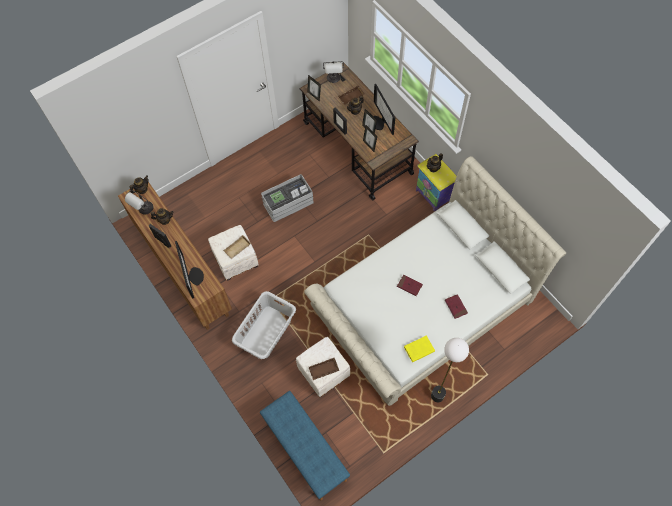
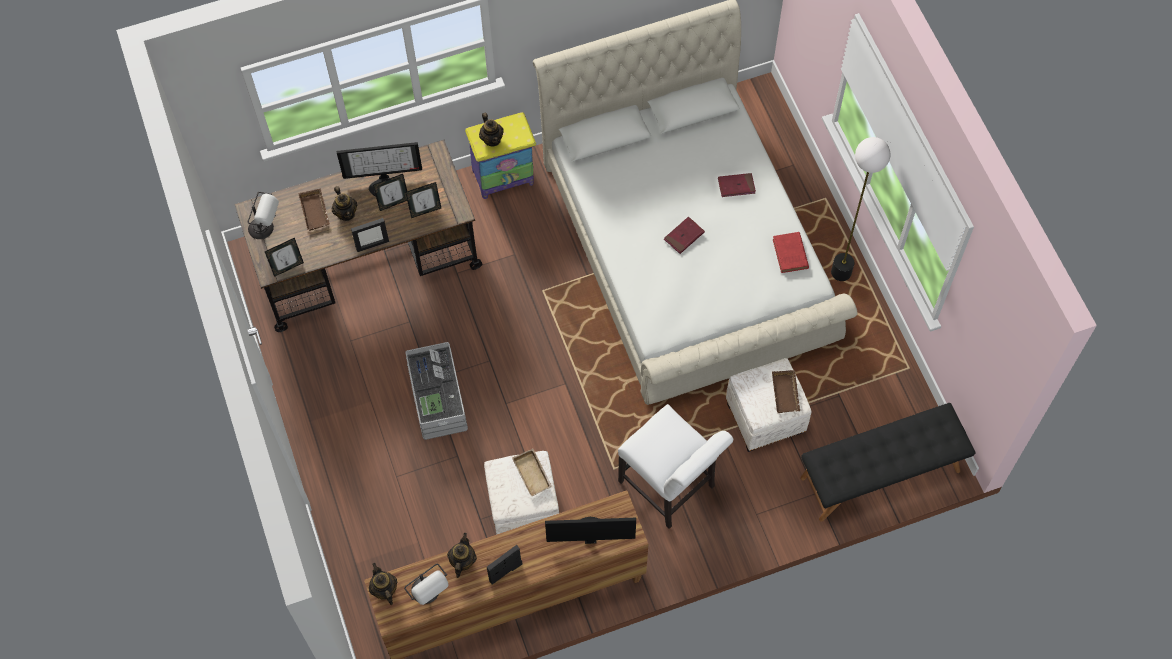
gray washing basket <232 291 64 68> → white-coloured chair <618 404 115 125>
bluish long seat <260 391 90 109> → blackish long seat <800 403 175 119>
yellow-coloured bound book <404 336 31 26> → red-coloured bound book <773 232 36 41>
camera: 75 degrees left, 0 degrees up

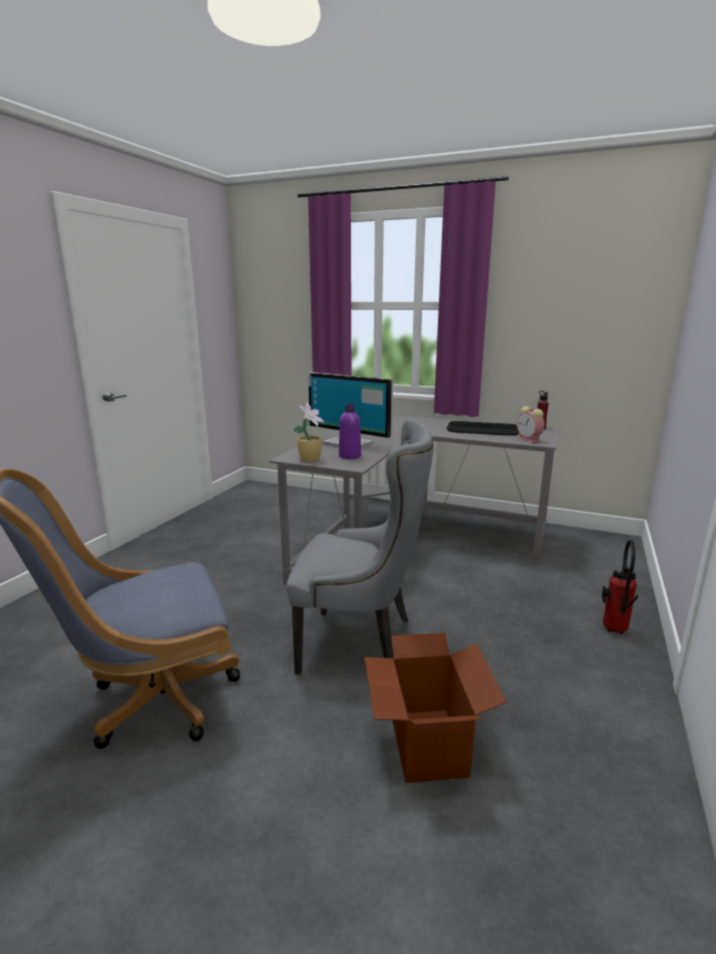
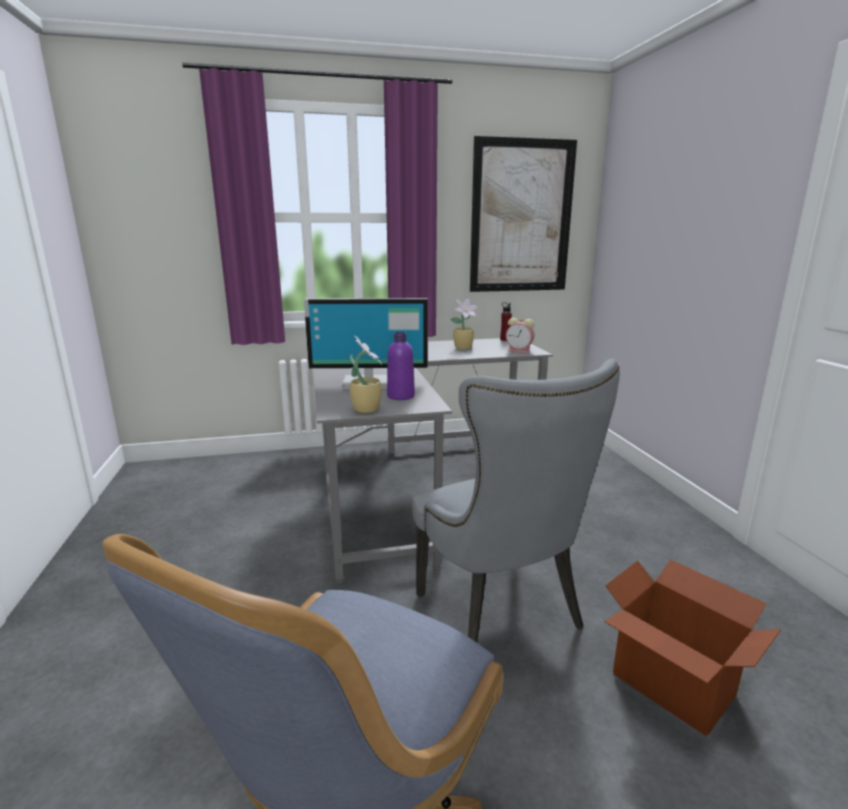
gray chair <287 418 147 257> → gray chair <412 359 208 283>, 90 degrees clockwise
PC keyboard <446 421 73 15> → plant in a pot <450 299 28 51>
fire extinguisher <602 540 36 94> → -
- → picture <470 136 107 156>
camera: 35 degrees left, 0 degrees up

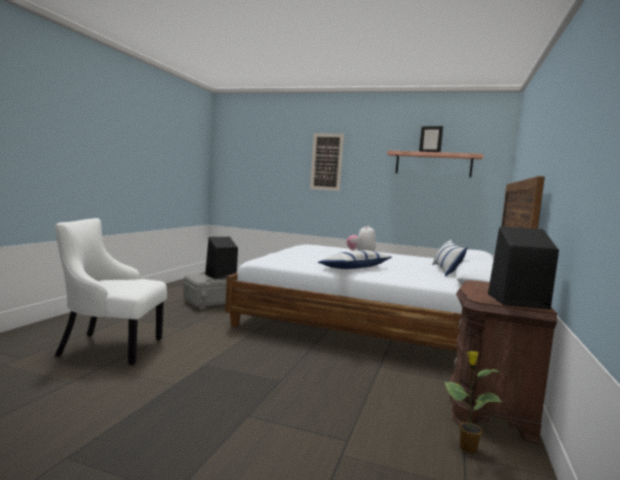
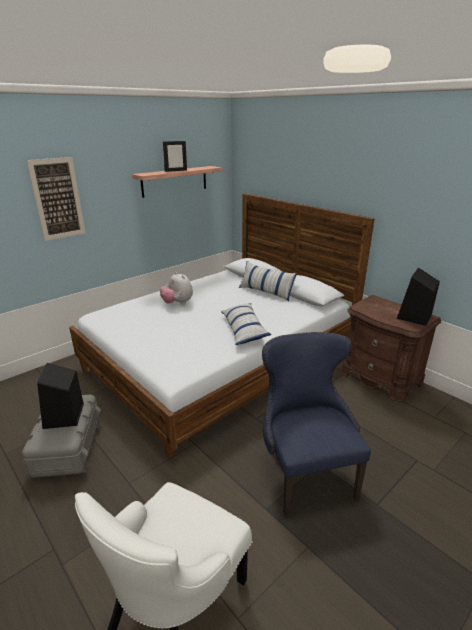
plant in a pot <445 351 57 102> → -
- → bluish chair <262 332 109 184>
camera: 60 degrees left, 20 degrees up

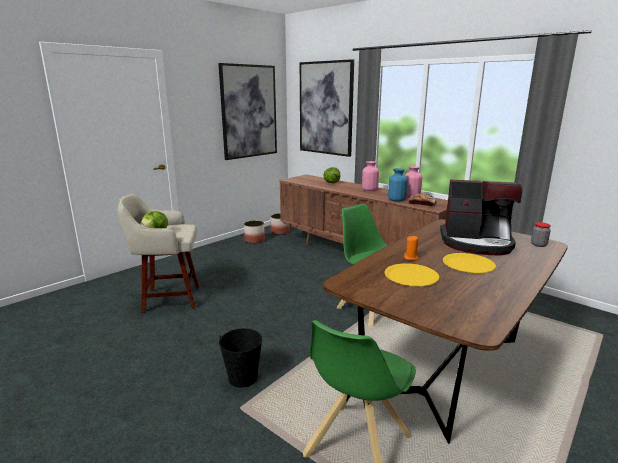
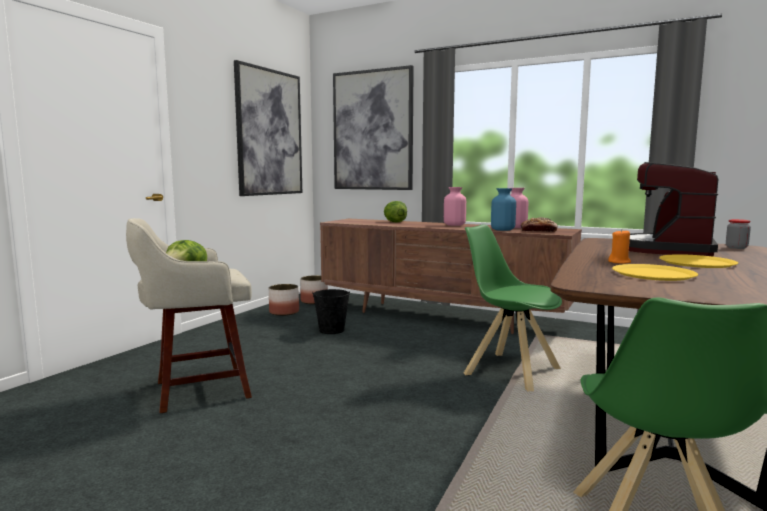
blackish water bucket <219 328 43 60> → blackish water bucket <313 289 37 45>, move
coffee machine <440 180 82 75> → coffee machine <629 162 89 95>, 120 degrees clockwise
camera: 15 degrees left, 10 degrees down

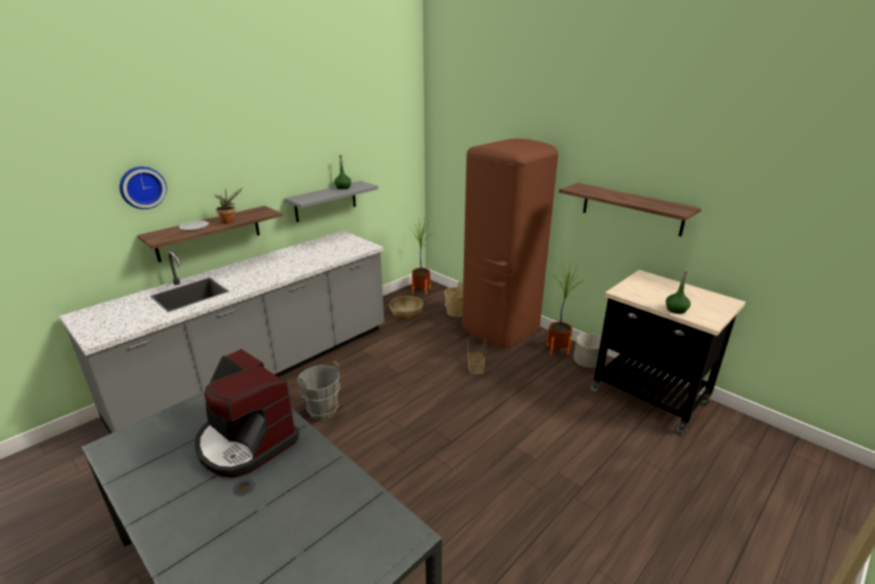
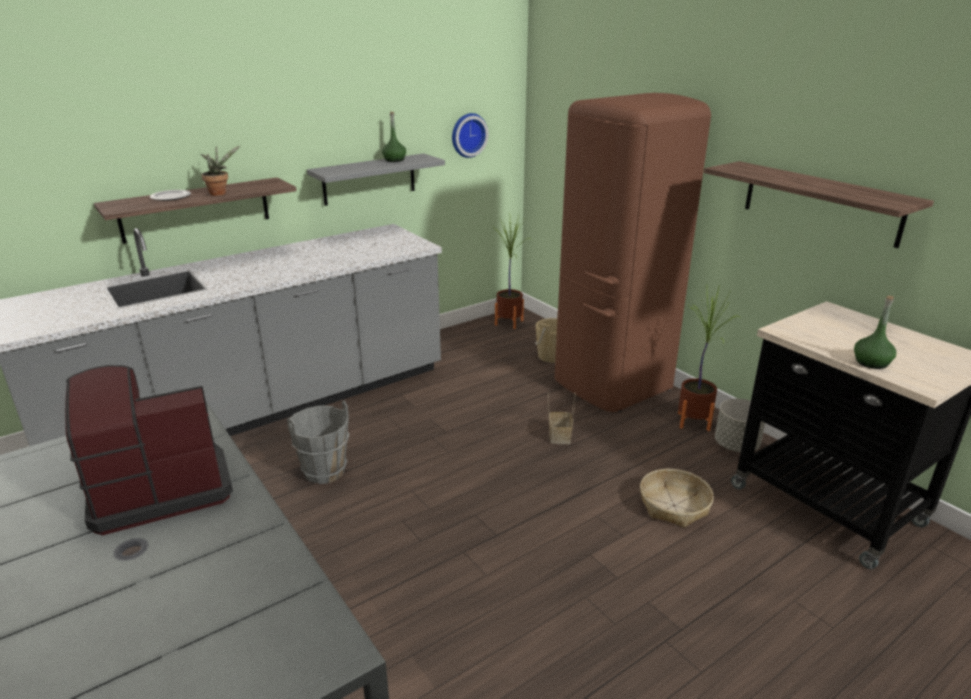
wall clock <120 167 47 42> → wall clock <452 113 36 45>, move
coffee machine <195 349 104 129> → coffee machine <65 365 168 170>, 105 degrees clockwise
household basket <389 296 34 23> → household basket <640 469 74 59>, move
camera: 10 degrees right, 0 degrees up

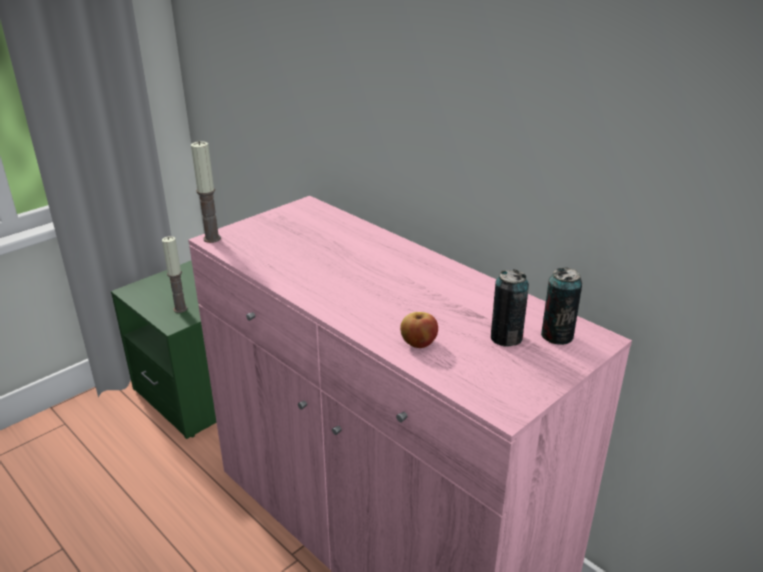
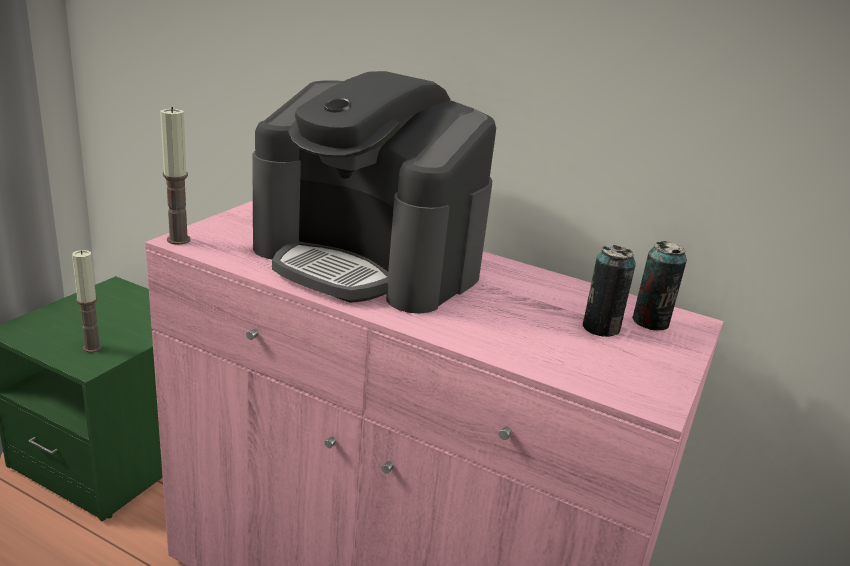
apple fruit <400 312 38 36> → -
- → coffee machine <252 71 244 243>
camera: 20 degrees left, 5 degrees down

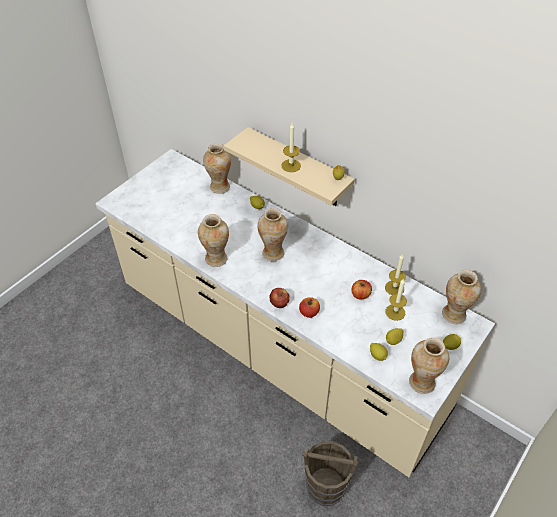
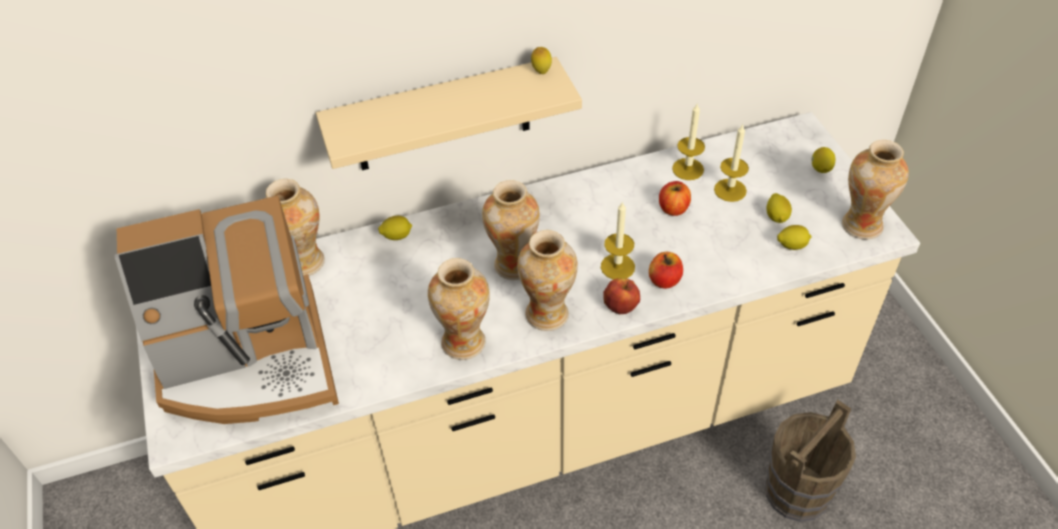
wax candle <282 123 19 49> → wax candle <601 201 34 79>, move
decorative vase <442 270 39 54> → decorative vase <517 230 61 101>, move
- → coffee machine <115 196 224 228>
camera: 55 degrees left, 0 degrees up

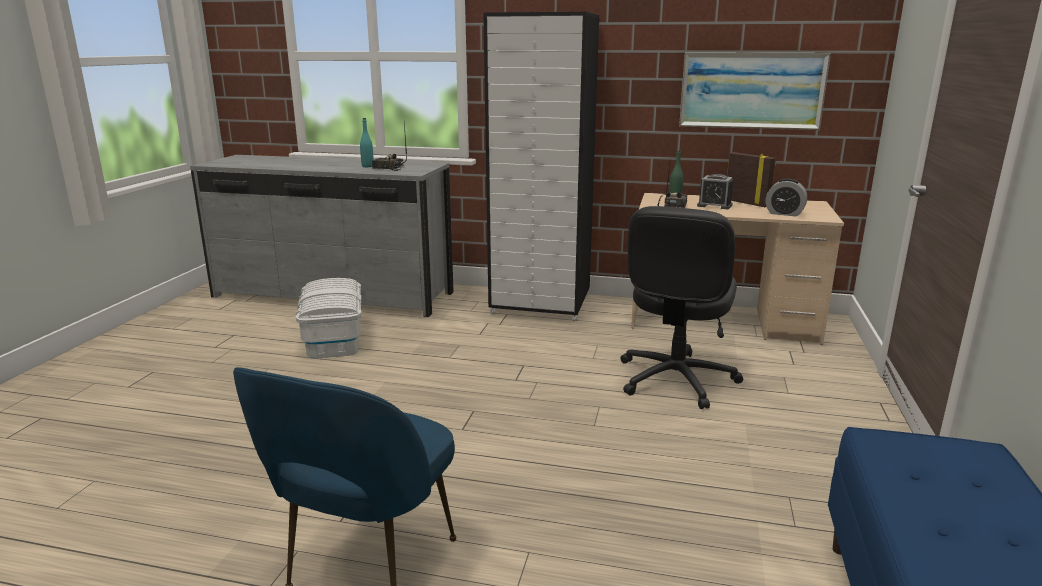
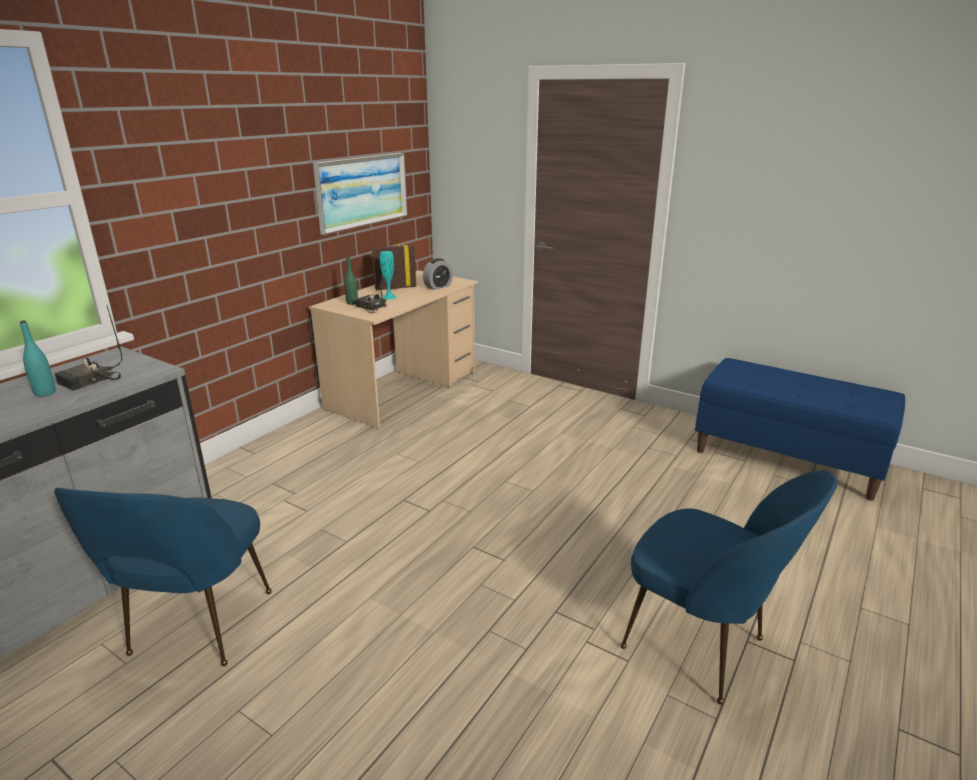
white-coloured storage container <295 278 67 80> → bluish chair <54 488 218 178>
wardrobe <483 12 116 310> → -
blackish computer chair <620 206 123 203> → -
table clock <697 174 37 35> → turquoise-coloured decorative vase <380 251 17 49>
camera: 70 degrees left, 5 degrees up

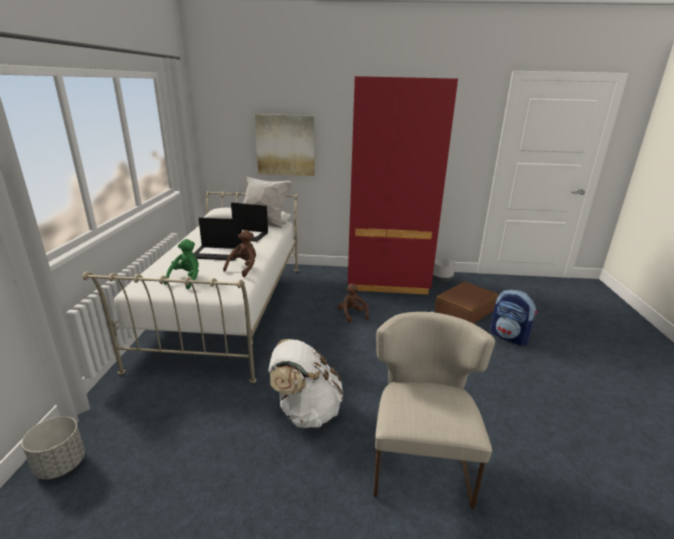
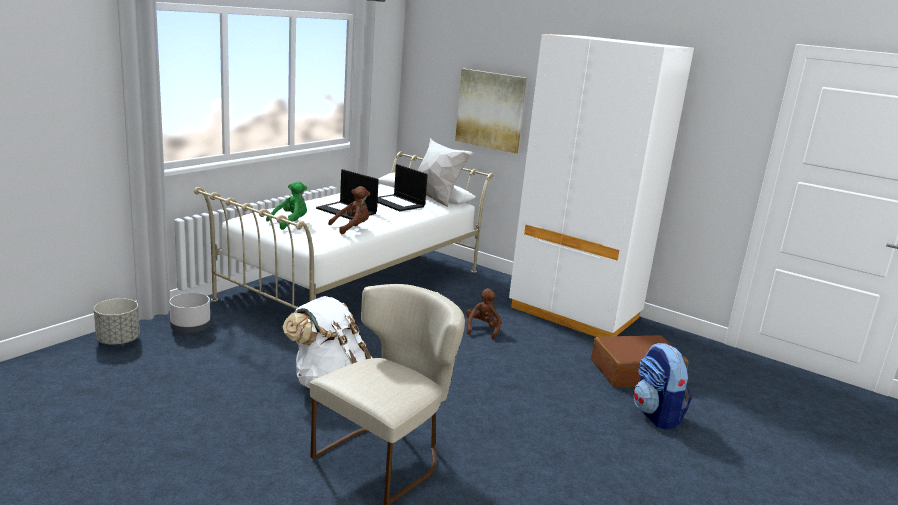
red-coloured wardrobe <348 76 110 219> → white-coloured wardrobe <509 34 185 303>
gray plant pot <433 258 23 24> → gray plant pot <169 293 42 41>, move
camera: 30 degrees right, 5 degrees down

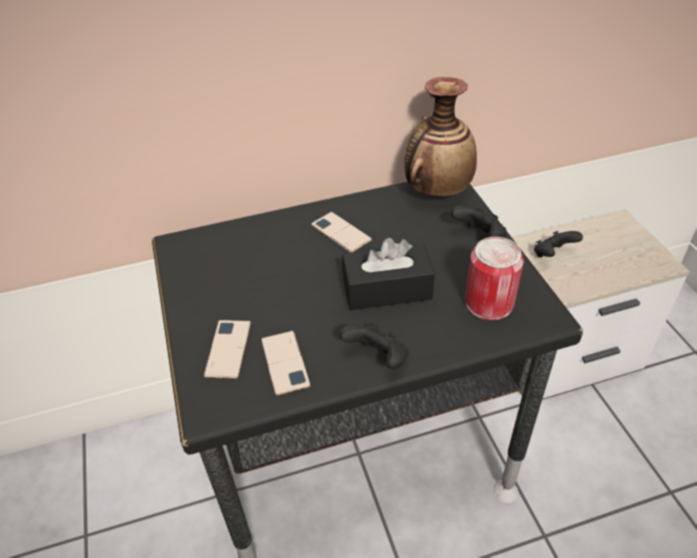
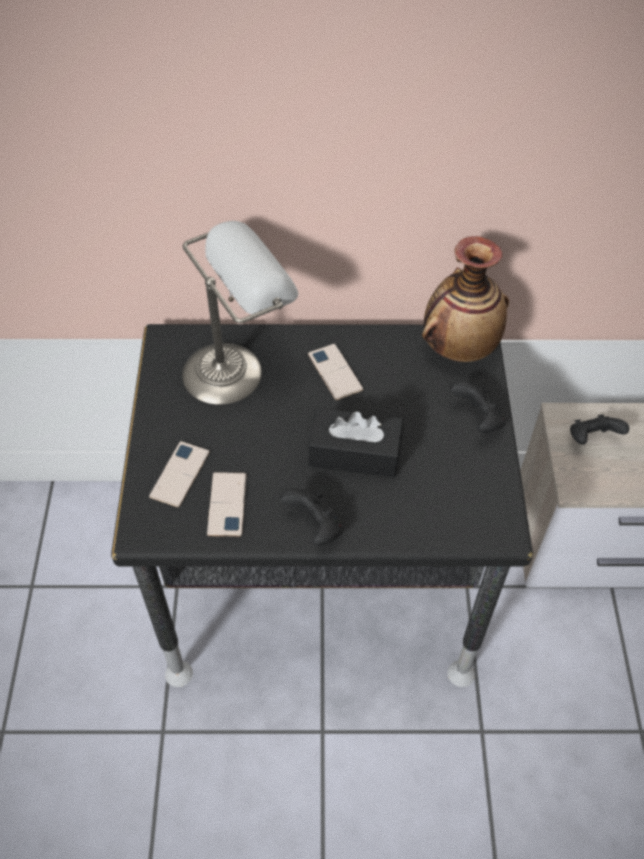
metal can <465 237 59 83> → -
- → white-coloured tabletop lamp <182 221 116 184>
camera: 15 degrees right, 10 degrees up

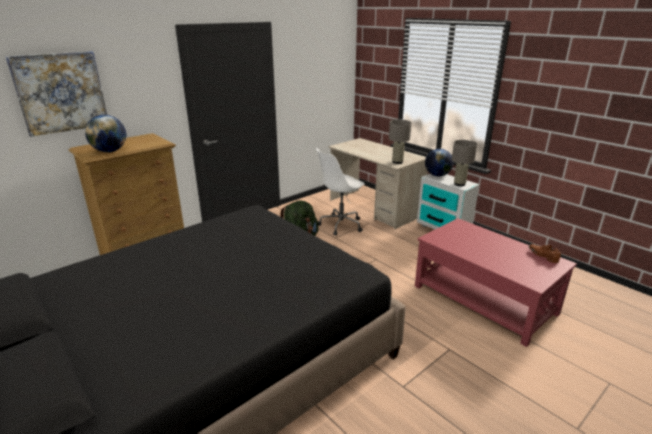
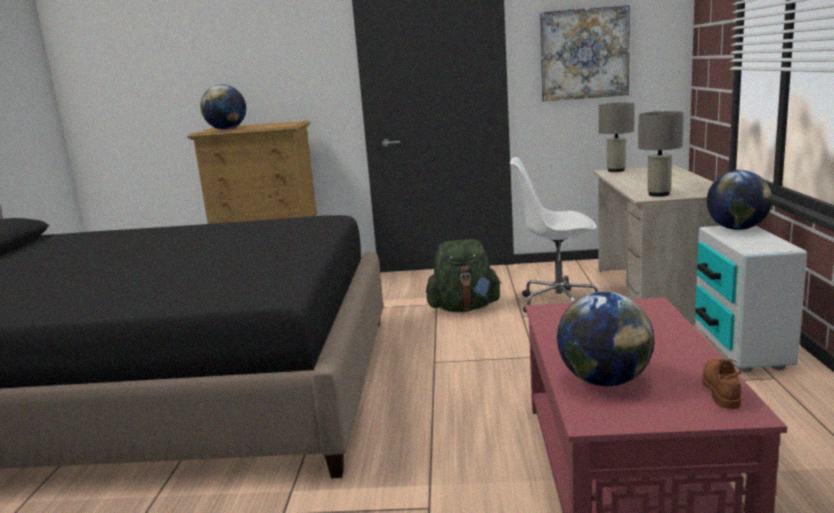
picture <5 51 102 86> → picture <540 4 90 98>, move
gray tabletop lamp <452 140 25 46> → gray tabletop lamp <599 102 36 70>, move
- → desk globe <557 292 98 94>
camera: 45 degrees right, 10 degrees down

